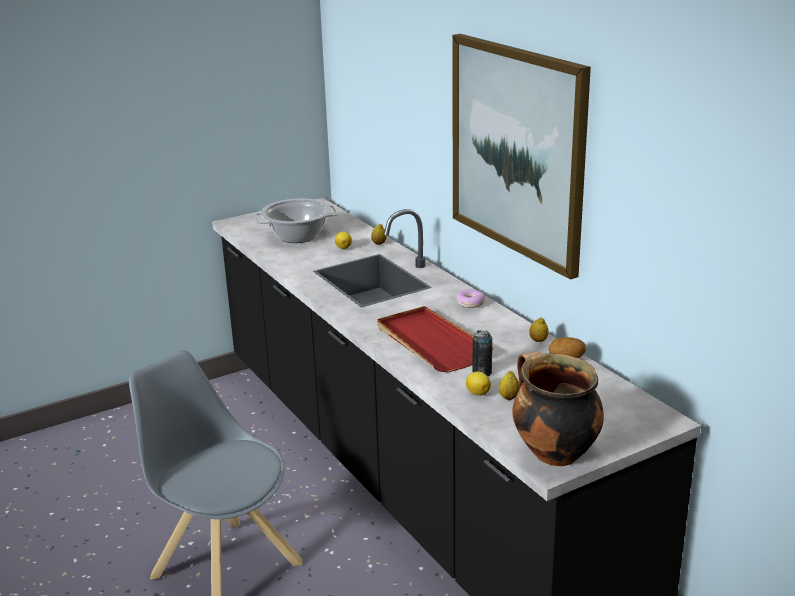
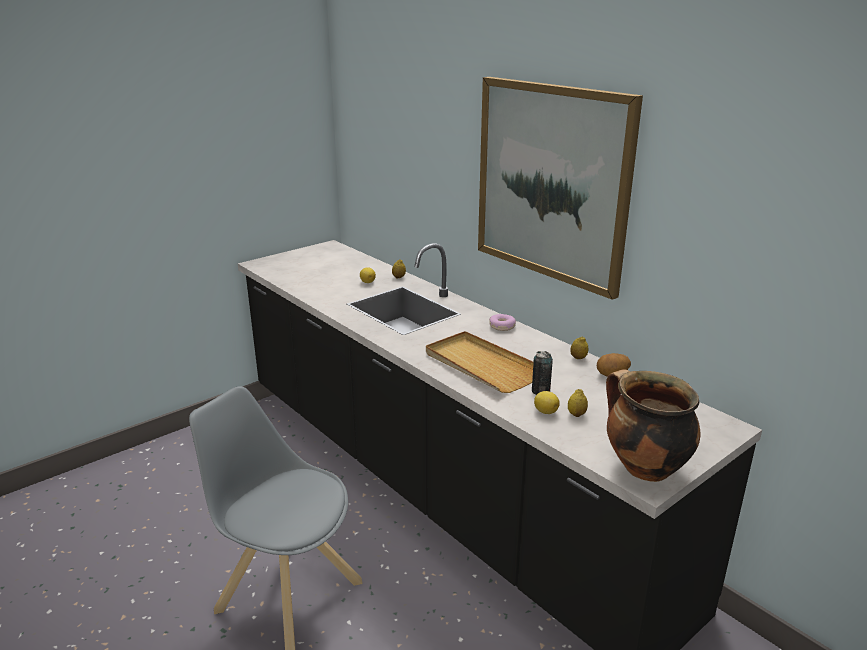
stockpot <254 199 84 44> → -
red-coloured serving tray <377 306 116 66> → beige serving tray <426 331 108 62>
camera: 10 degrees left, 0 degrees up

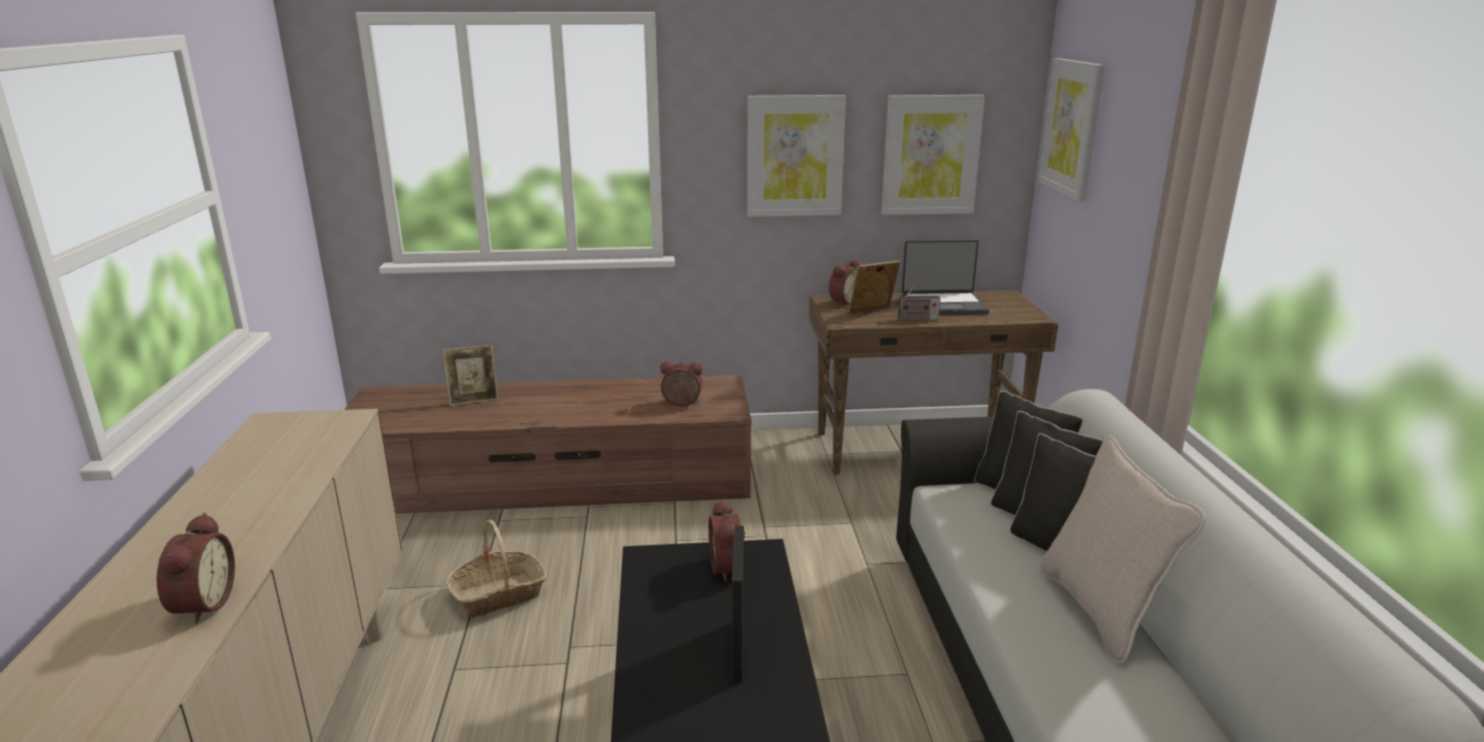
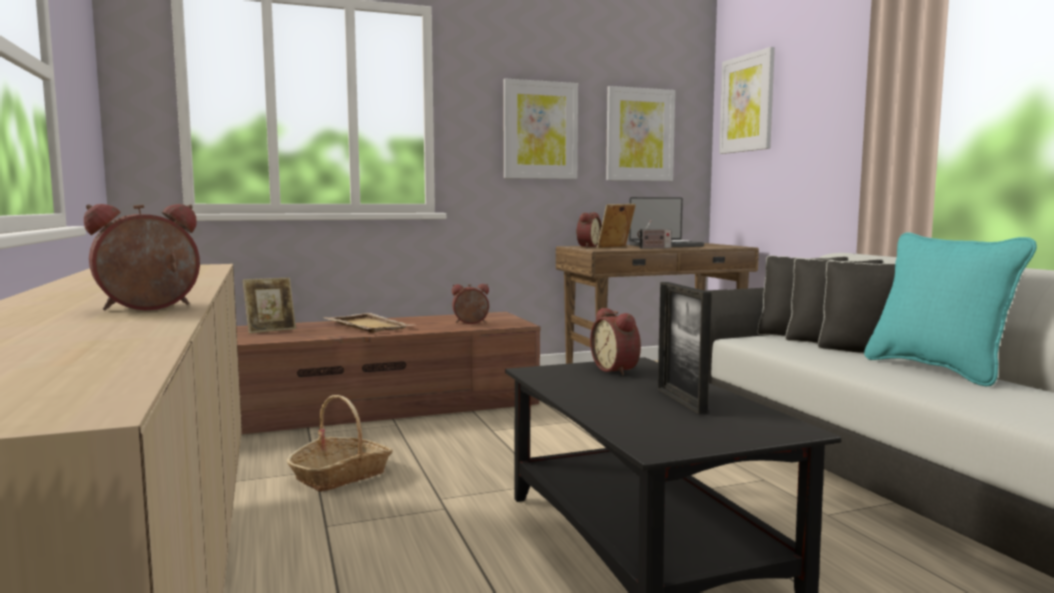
table clock <157 513 78 111> → table clock <84 204 116 106>, 105 degrees counterclockwise
beige throw pillow <1040 436 165 229> → turquoise-coloured throw pillow <864 232 173 154>
- → beige serving tray <324 313 89 20>
camera: 15 degrees left, 15 degrees down

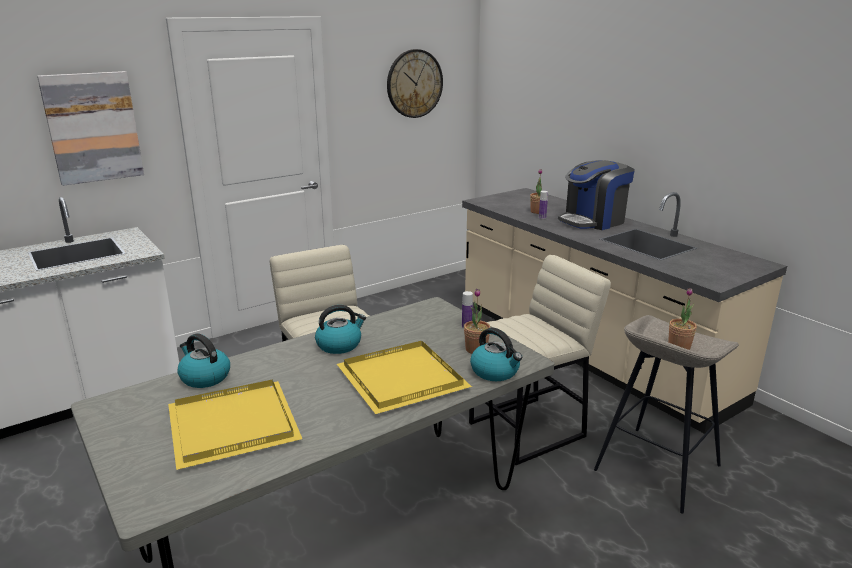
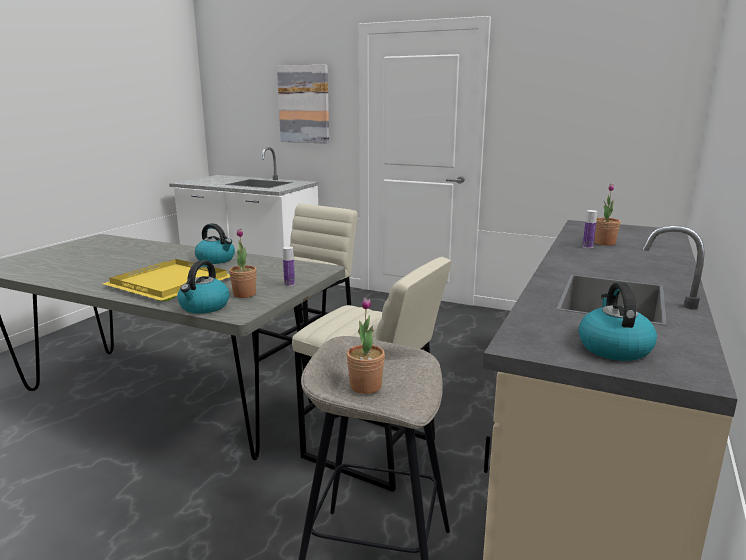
yellow-coloured serving tray <168 380 134 90> → -
tea kettle <177 333 53 55> → tea kettle <578 282 79 79>, move
wall clock <387 49 56 69> → -
coffee machine <558 160 77 70> → -
camera: 60 degrees right, 5 degrees down

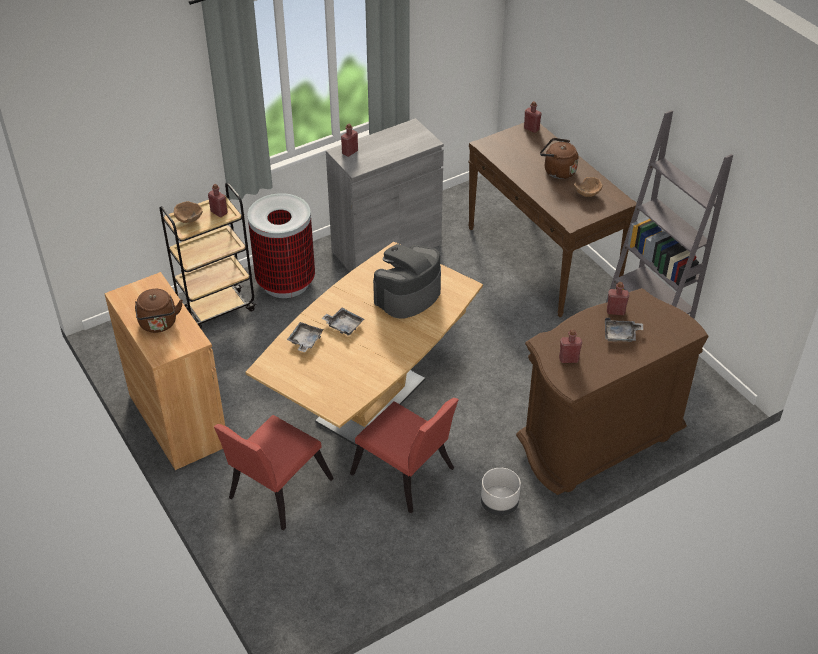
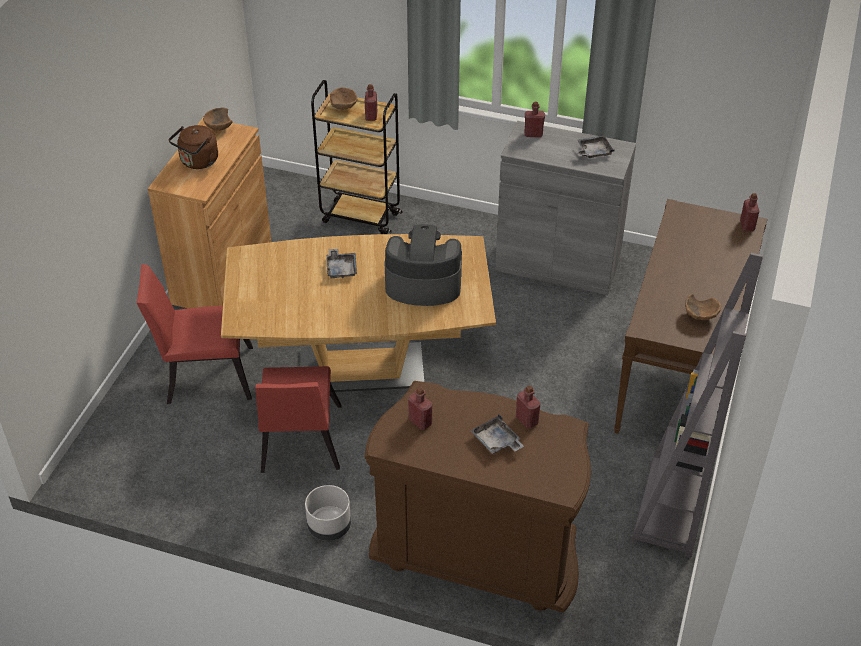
rubbish bin <247 193 68 105> → -
gray serving tray <287 322 37 30> → gray serving tray <576 136 39 22>, move
brownish tea kettle <540 138 38 41> → -
- → brownish serving bowl <203 107 30 23>
camera: 50 degrees right, 0 degrees up

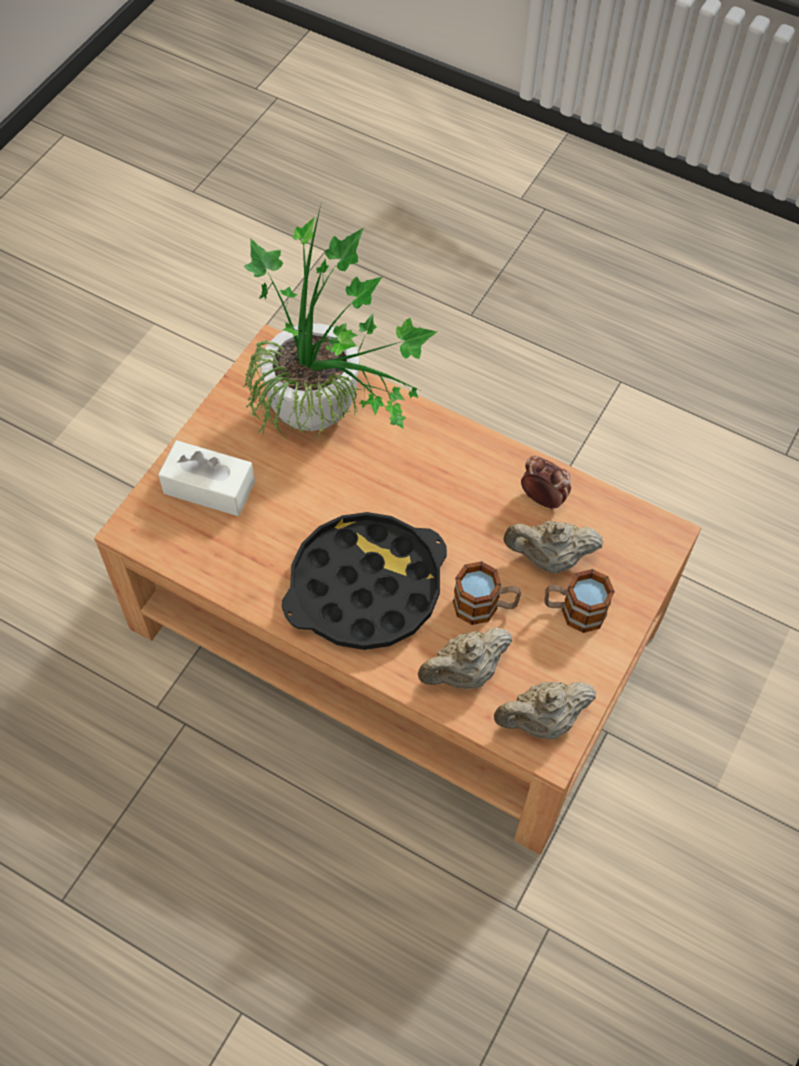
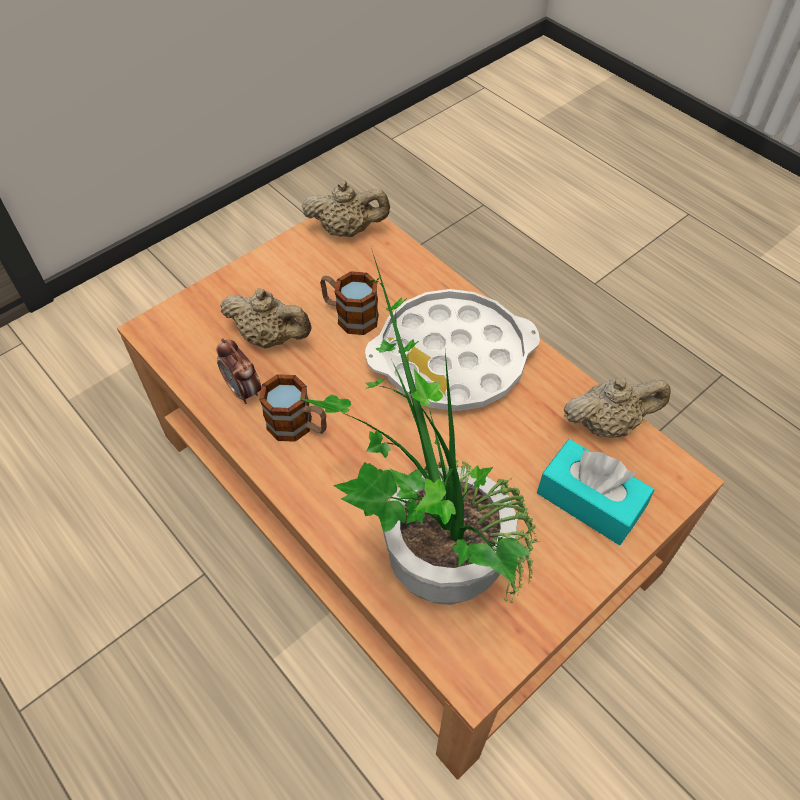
white-coloured tissue box <158 440 97 76> → turquoise-coloured tissue box <537 439 117 106>
blackish serving tray <282 512 165 138> → white-coloured serving tray <365 289 175 122>
beige pot for tea <418 628 94 61> → beige pot for tea <564 377 107 61>, move
mug <545 569 70 64> → mug <259 374 68 68>, move
camera: 160 degrees left, 5 degrees down

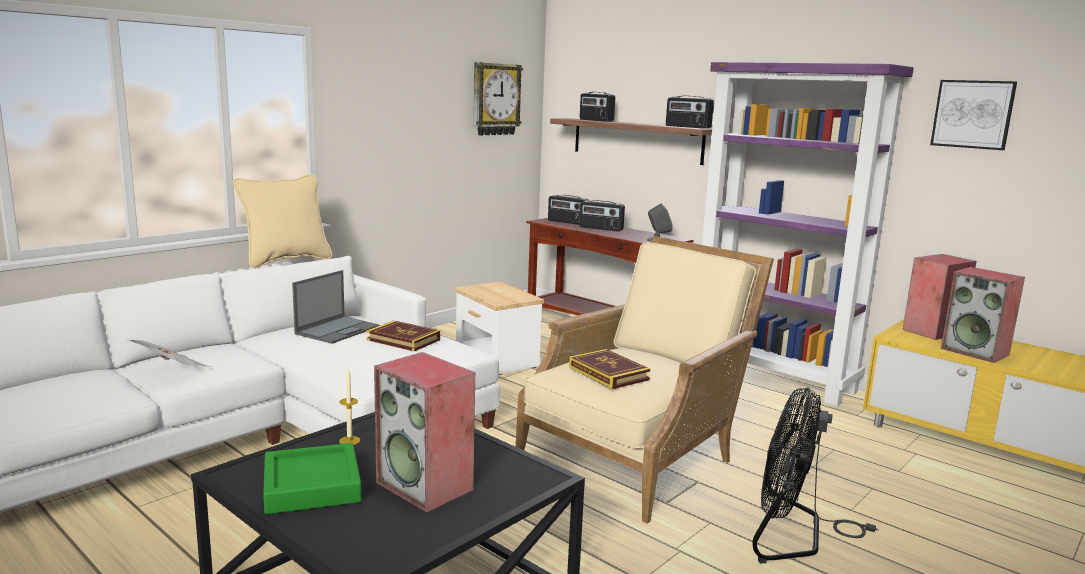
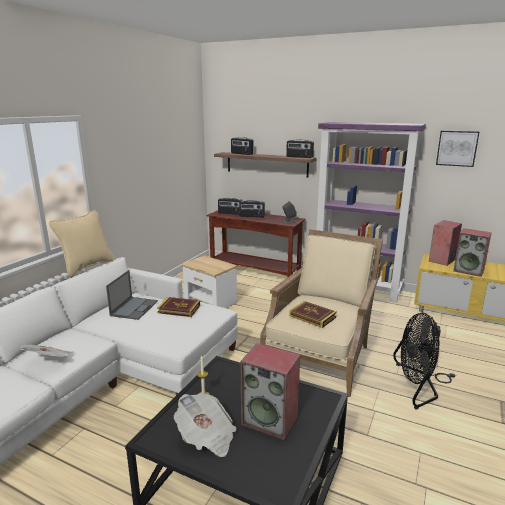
green serving tray <263 443 99 71> → newspaper <174 393 63 64>
wall clock <473 62 50 74> → -
camera: 15 degrees left, 5 degrees up

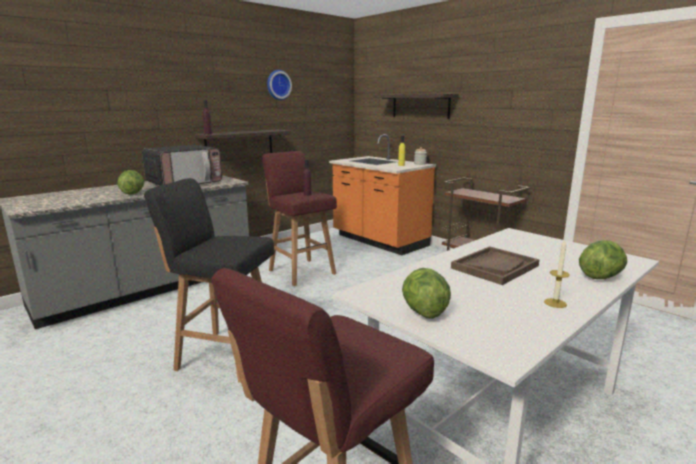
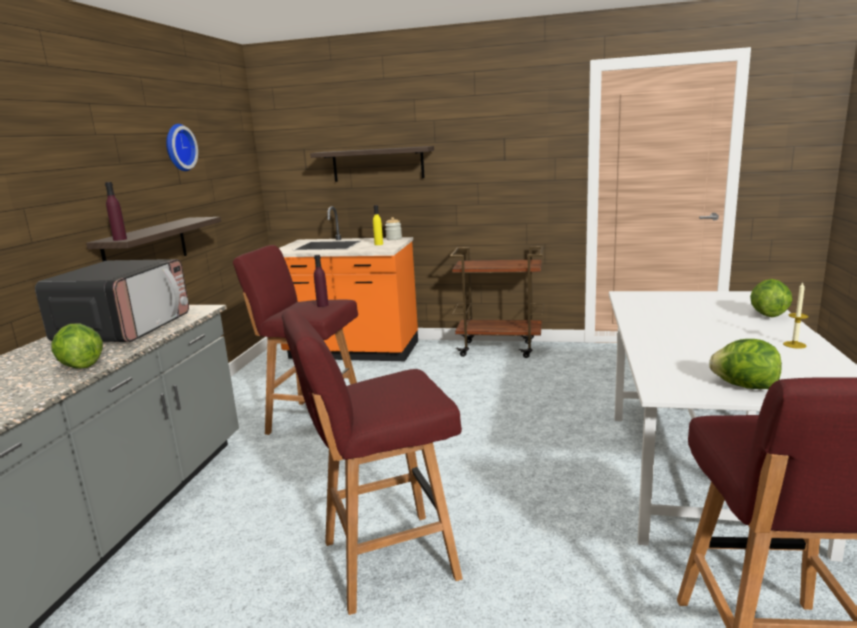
blackish stool seat <144 178 131 205> → red-coloured stool seat <282 309 181 306>
brownish serving tray <451 246 88 39> → -
camera: 35 degrees left, 0 degrees up

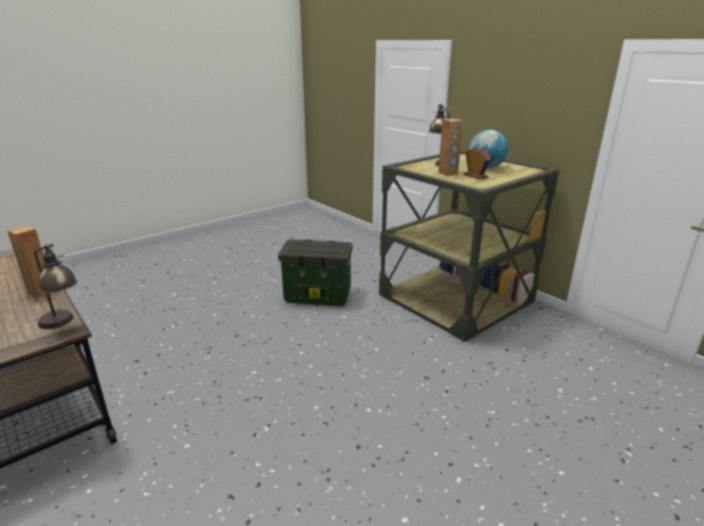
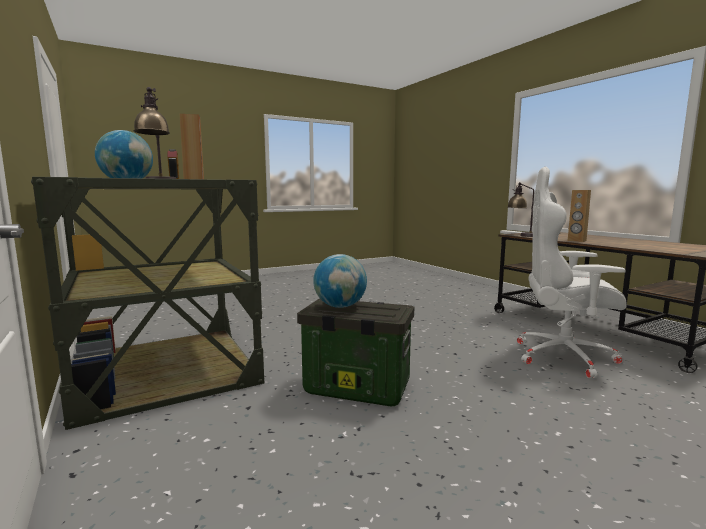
- → desk globe <313 254 54 54>
- → white-coloured computer chair <517 166 110 212>
camera: 170 degrees left, 15 degrees down

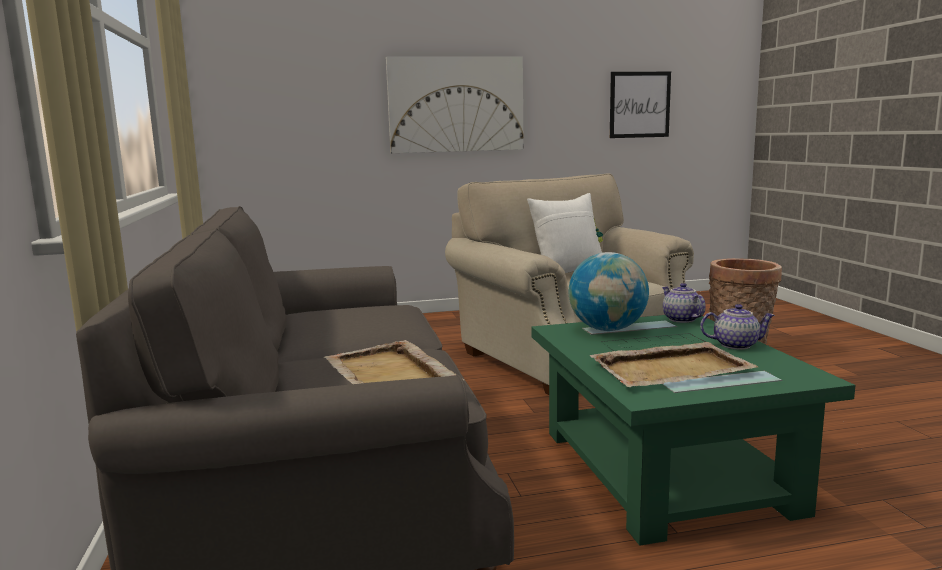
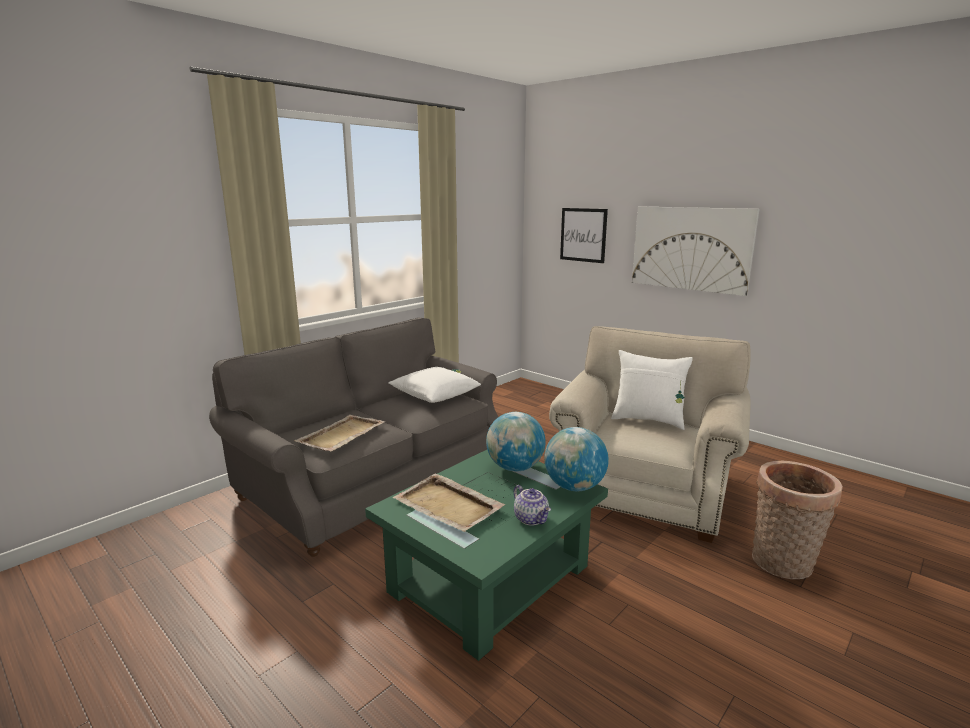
picture <610 72 61 66> → picture <560 208 48 55>, move
pot for tea <662 283 44 40> → desk globe <544 427 65 64>
- → white-coloured throw pillow <388 367 93 36>
camera: 55 degrees right, 5 degrees up

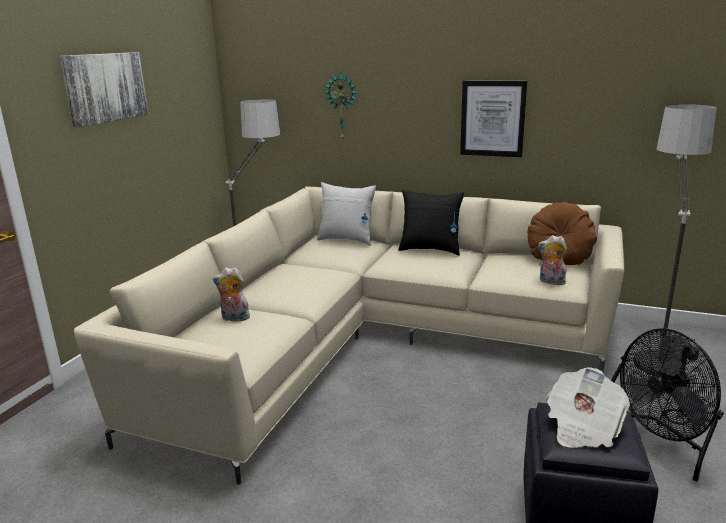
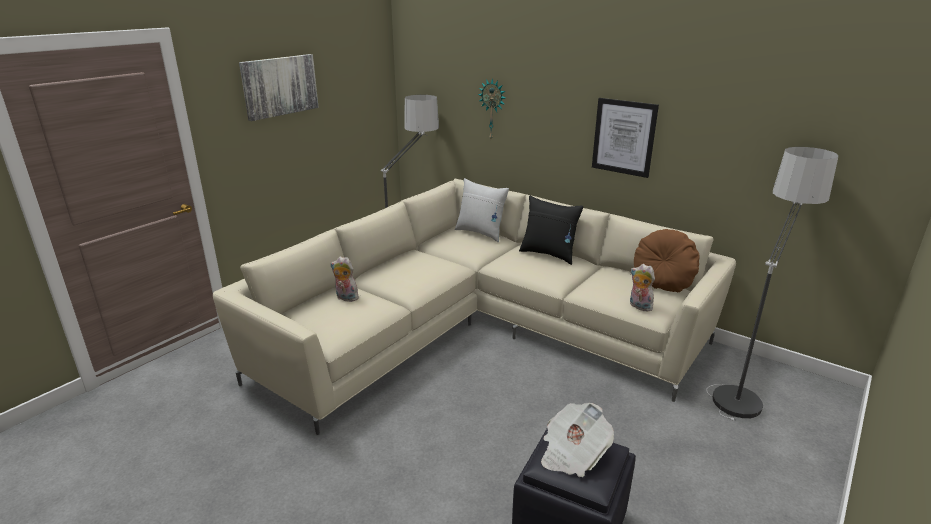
blackish electric fan <611 329 113 153> → -
camera: 15 degrees right, 5 degrees up

